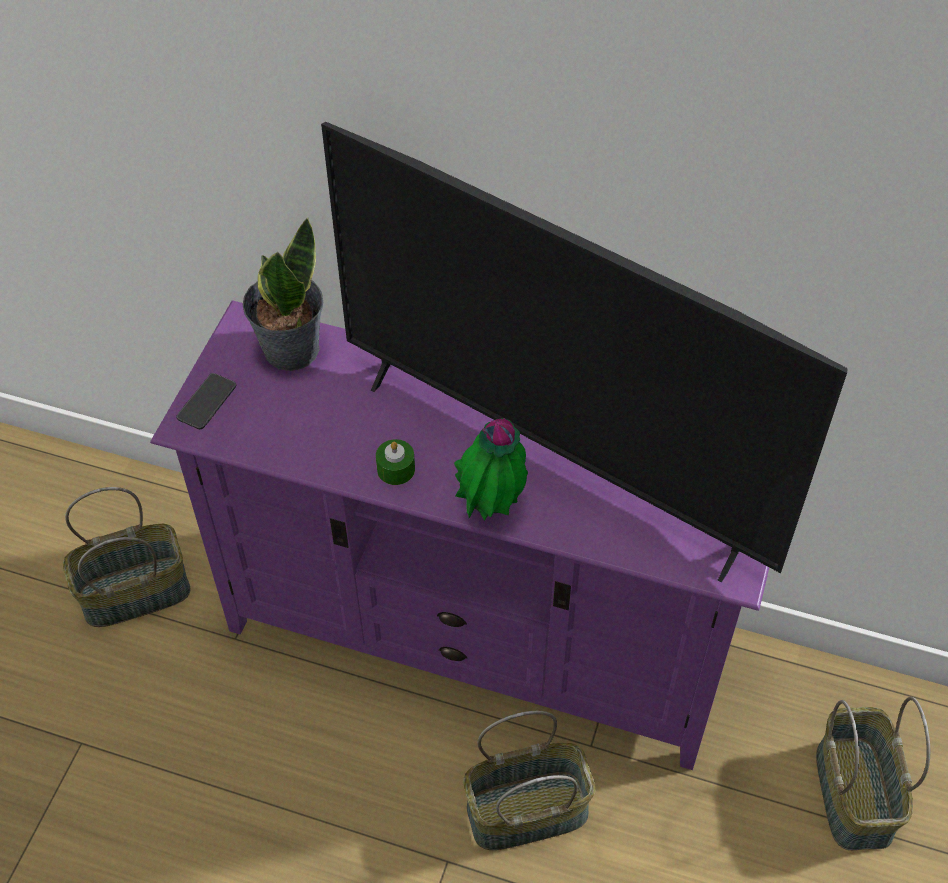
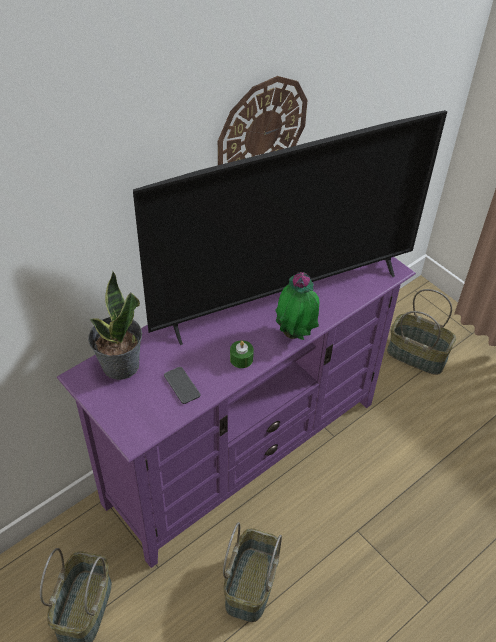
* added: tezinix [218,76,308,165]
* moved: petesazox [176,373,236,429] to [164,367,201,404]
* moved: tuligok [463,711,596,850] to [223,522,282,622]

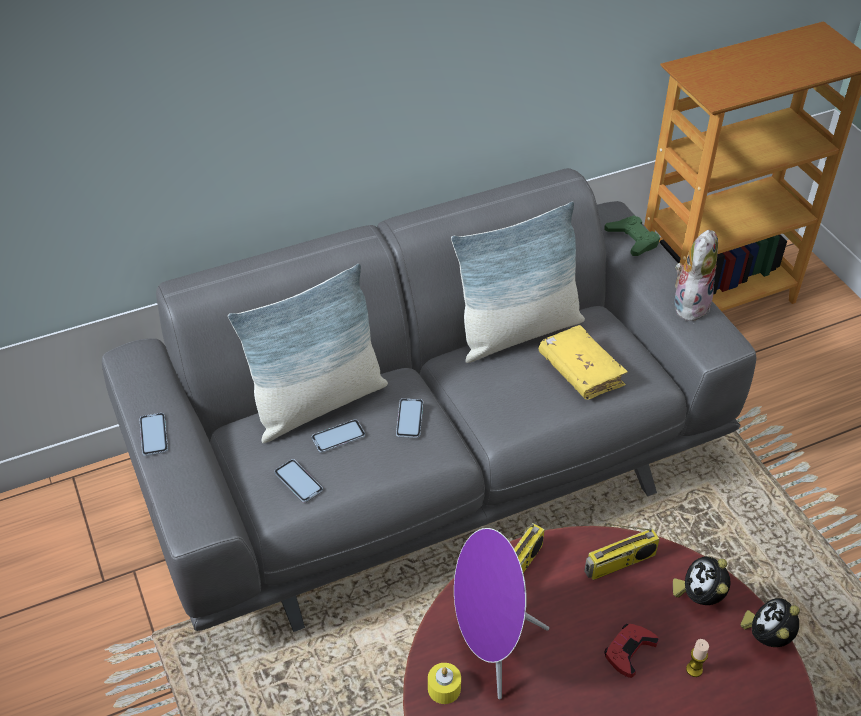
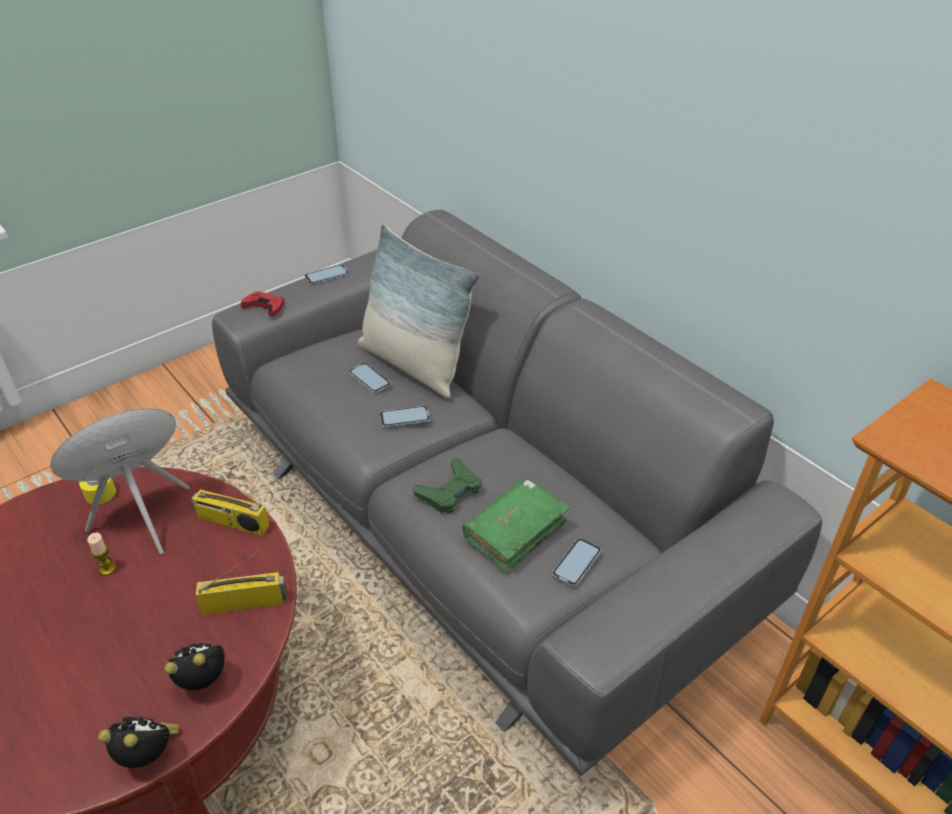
* removed: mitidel [451,201,585,363]
* removed: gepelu [675,230,718,321]
* moved: petesazox [274,459,323,502] to [552,538,602,587]
* moved: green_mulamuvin [604,215,660,256] to [413,457,482,514]
* moved: red_mulamuvin [604,624,659,678] to [240,291,284,316]
* moved: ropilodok [686,639,709,677] to [87,533,116,575]
* recoloured: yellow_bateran [539,325,628,400] to green_bateran [463,477,569,573]
* turned: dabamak [584,523,660,580] = [196,552,287,614] 120 degrees clockwise

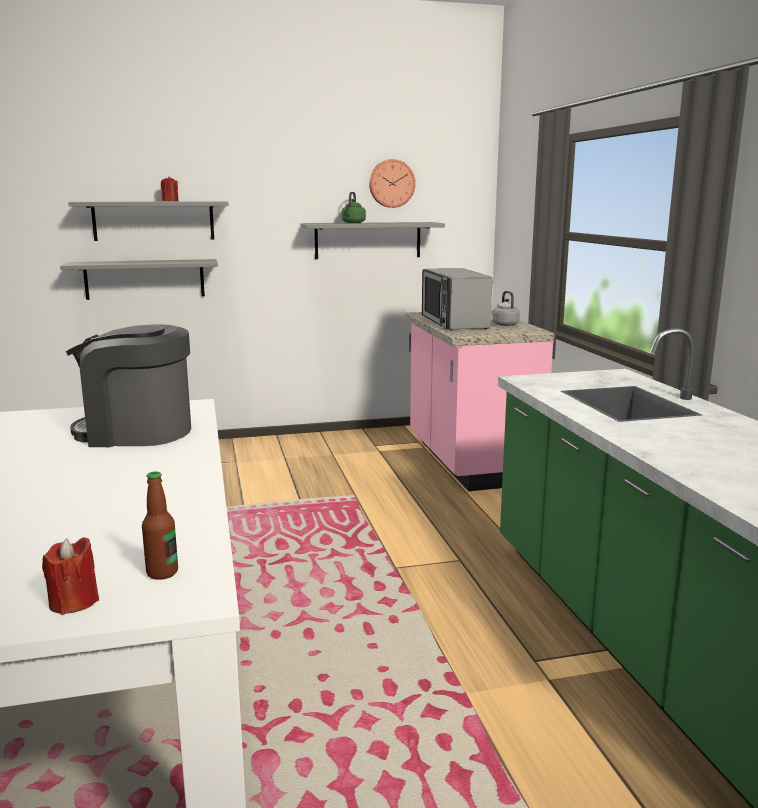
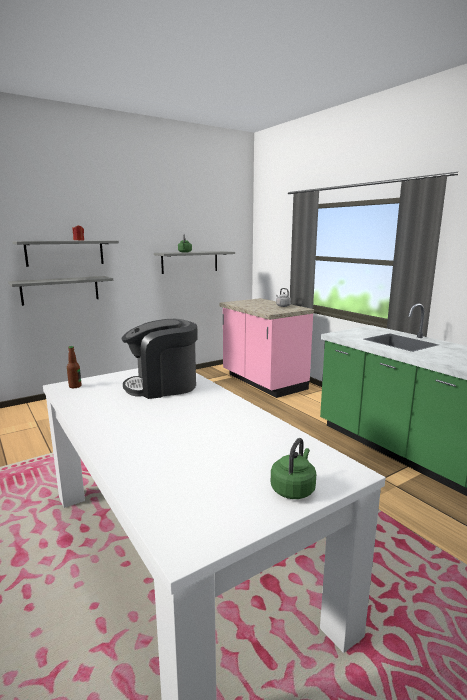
* removed: tezinix [369,159,415,208]
* removed: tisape [422,268,493,330]
* moved: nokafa [142,471,178,580] to [67,346,82,388]
* replaced: red_ropilodok [42,537,99,615] to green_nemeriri [271,438,316,499]

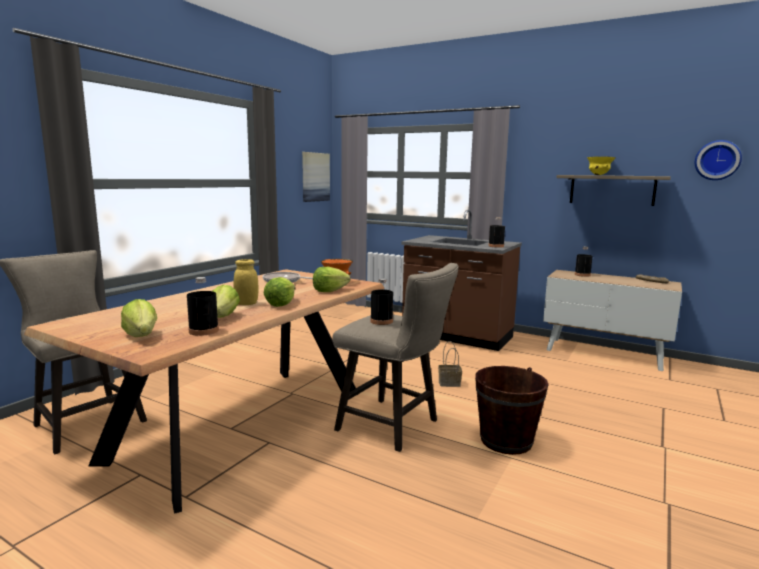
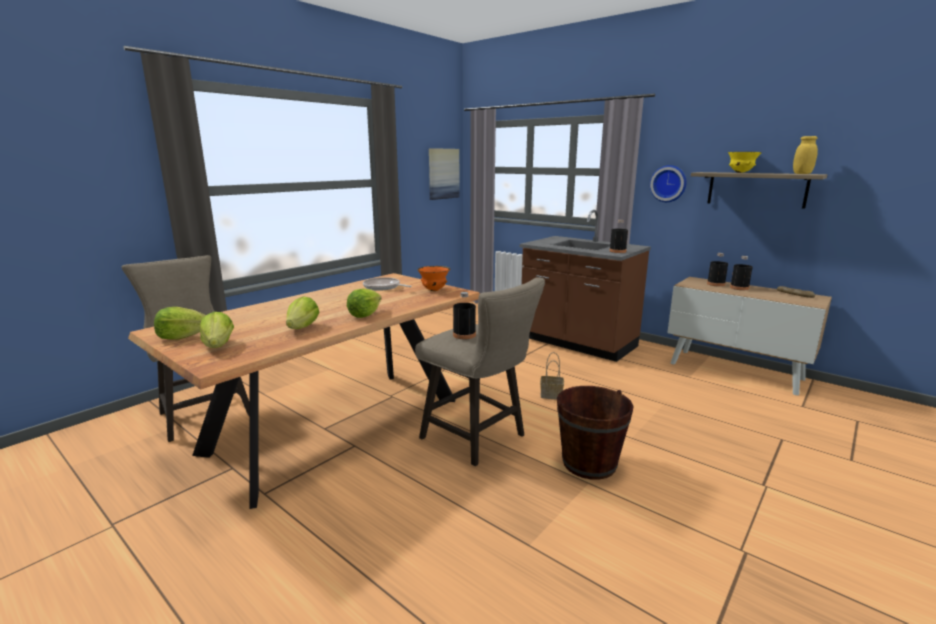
* moved: black_nokafa [187,277,219,336] to [730,256,753,290]
* moved: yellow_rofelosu [233,259,258,305] to [793,136,818,174]
* moved: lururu [313,267,350,292] to [154,307,206,339]
* moved: tezinix [695,140,742,180] to [650,165,687,202]

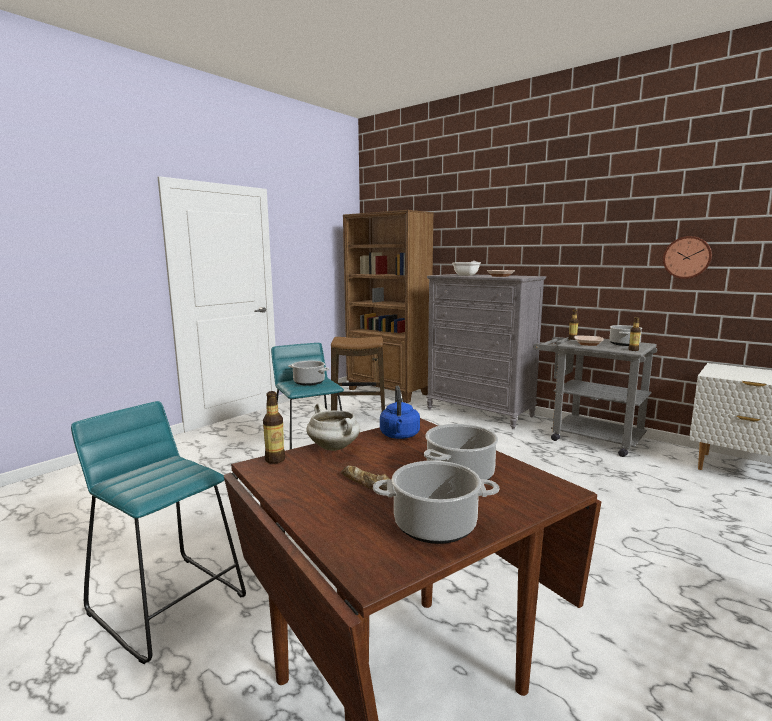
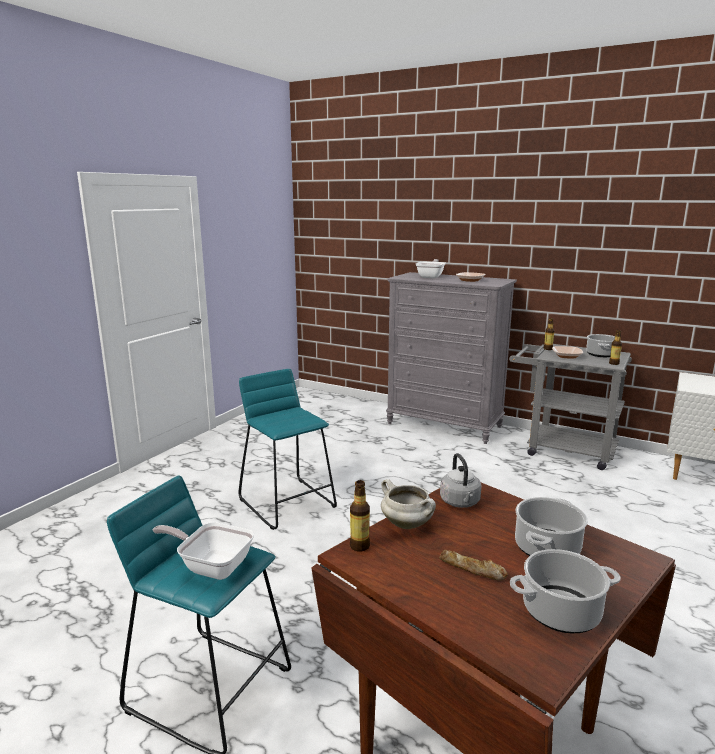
* removed: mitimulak [288,361,329,386]
* removed: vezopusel [331,336,385,411]
* removed: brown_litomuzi [343,210,434,403]
* removed: tezinix [663,236,712,279]
* added: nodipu [153,522,254,580]
* recoloured: blue_nemeriri [380,386,420,439] to grey_nemeriri [440,453,482,508]

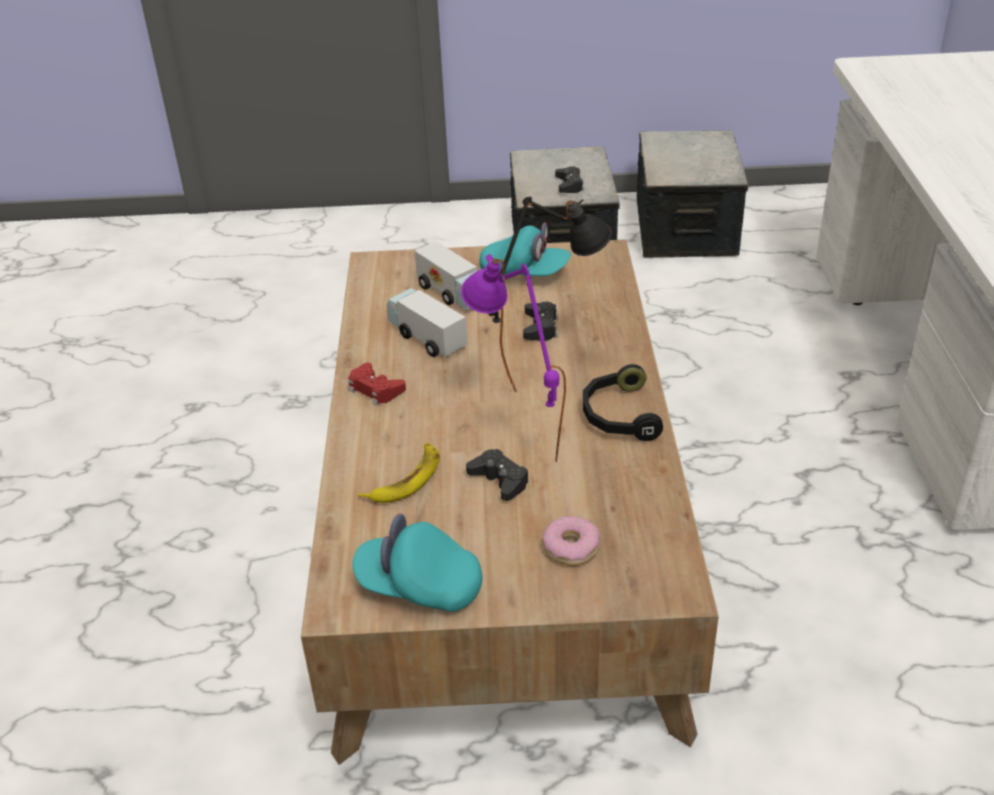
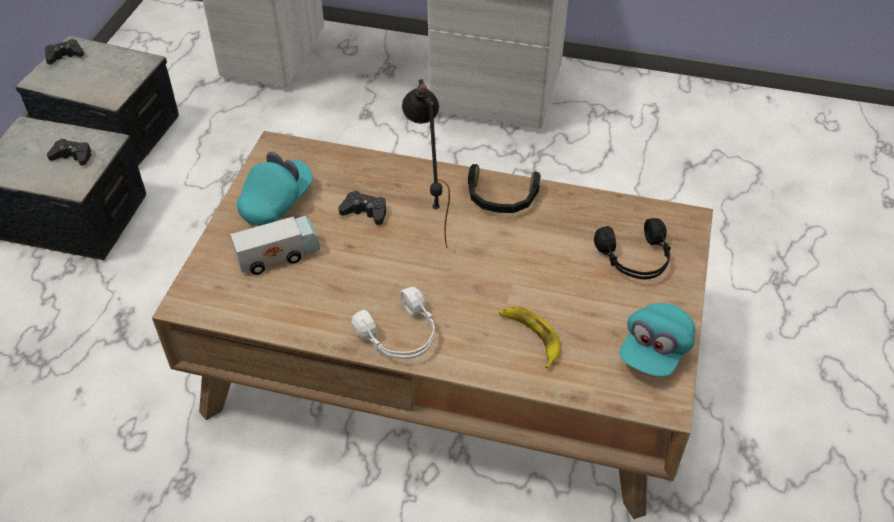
* removed: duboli [387,288,467,357]
* removed: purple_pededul [461,254,566,462]
* moved: black_mulamuvin [466,449,529,501] to [45,39,84,65]
* replaced: red_mulamuvin [348,363,406,405] to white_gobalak [351,287,435,359]
* replaced: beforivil [543,516,600,566] to black_gobalak [594,218,671,280]

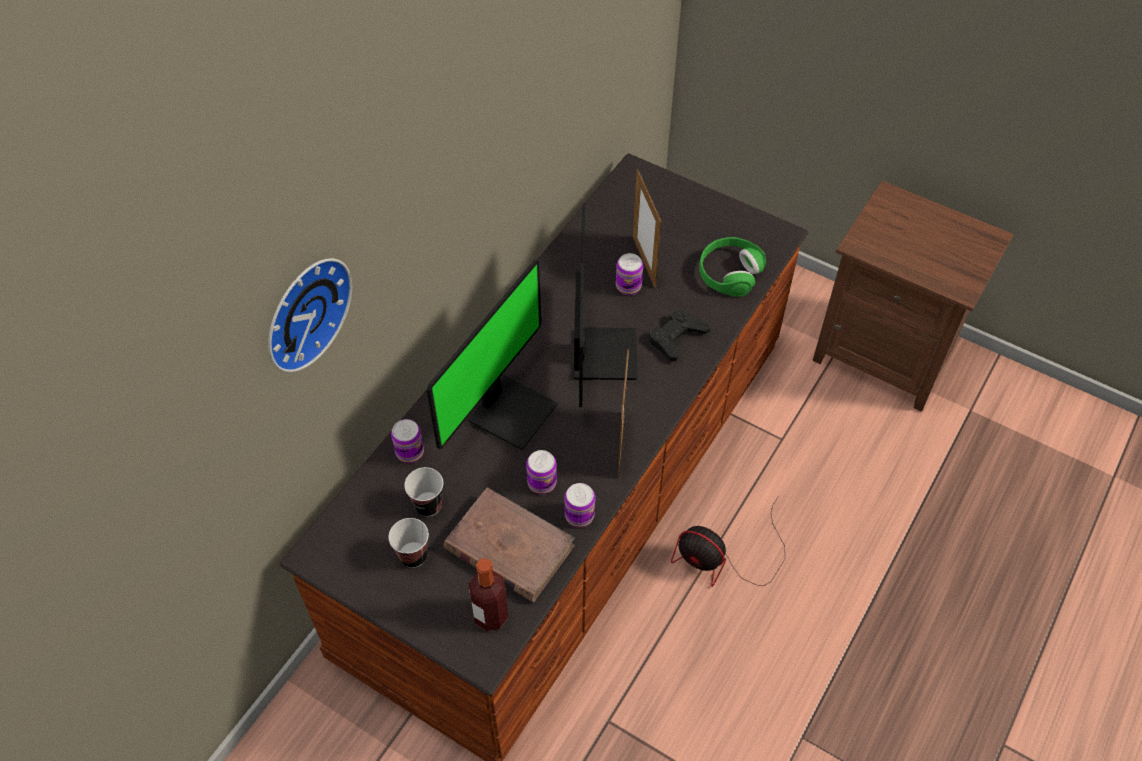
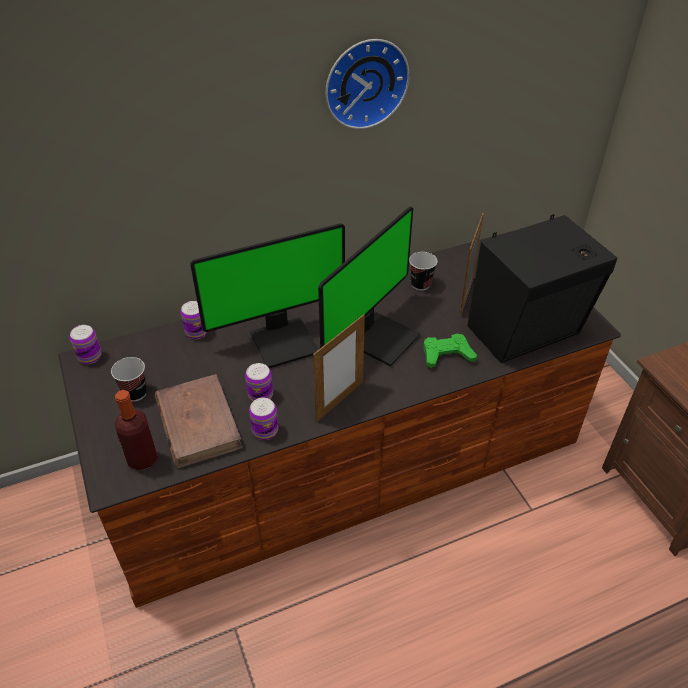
* removed: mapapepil [671,496,785,587]
* moved: tezinix [268,258,352,372] to [325,39,410,129]
* moved: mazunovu [404,467,443,517] to [409,252,438,291]
* moved: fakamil [616,253,643,295] to [70,325,101,364]
* replaced: green_gobalak [699,237,766,297] to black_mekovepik [467,214,617,363]
* recoloured: black_mulamuvin [649,309,710,361] to green_mulamuvin [423,334,477,368]

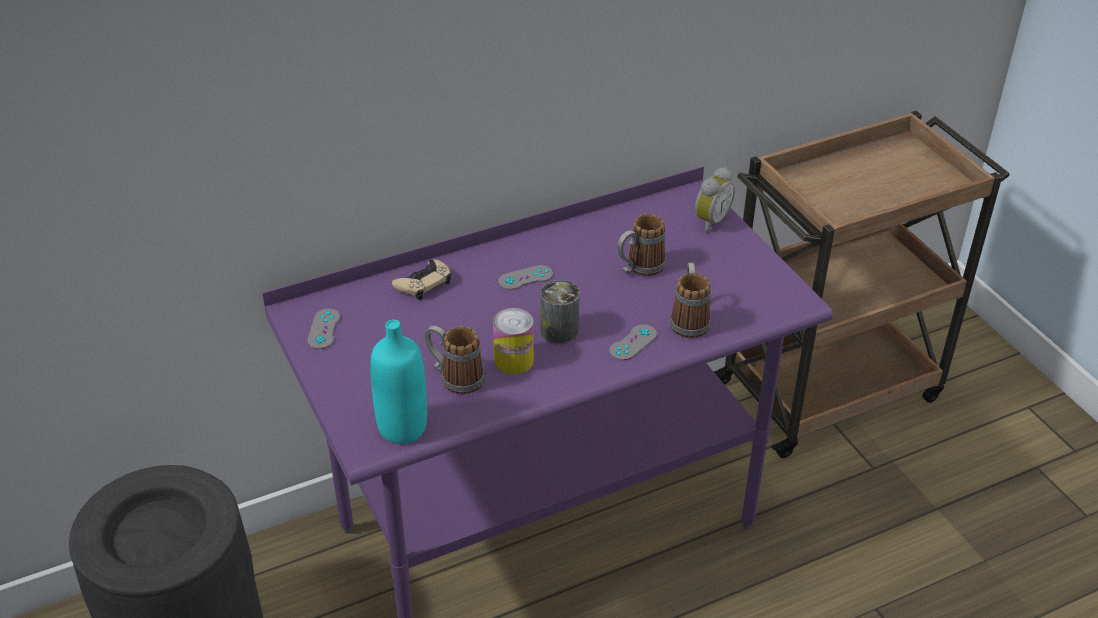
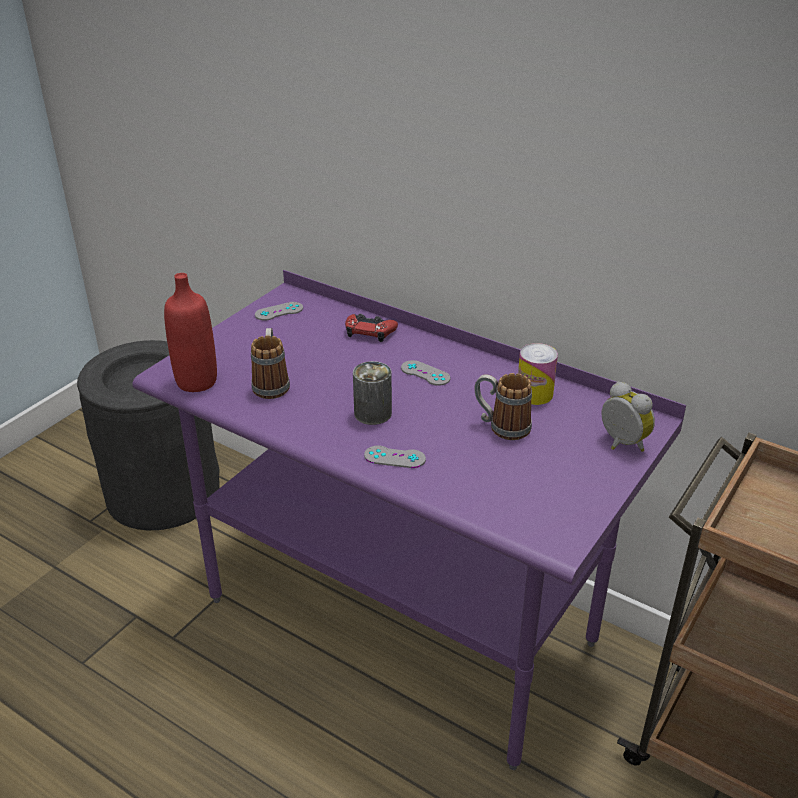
* removed: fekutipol [670,263,711,338]
* moved: fakamil [493,308,534,374] to [518,343,558,405]
* recoloured: turquoise_nokafa [370,320,427,444] to red_nokafa [164,273,217,392]
* recoloured: beige_mulamuvin [392,259,451,300] to red_mulamuvin [345,314,398,342]
* turned: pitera [695,167,735,233] = [601,381,655,452] 135 degrees counterclockwise

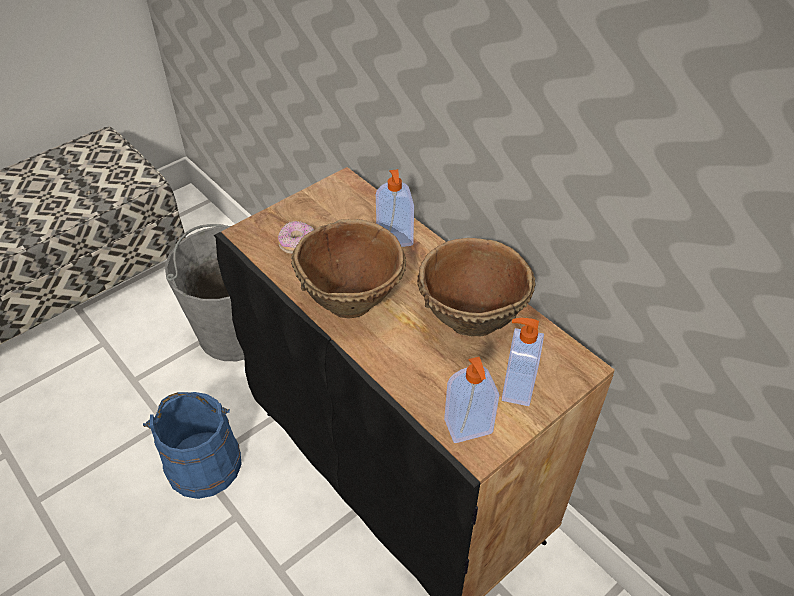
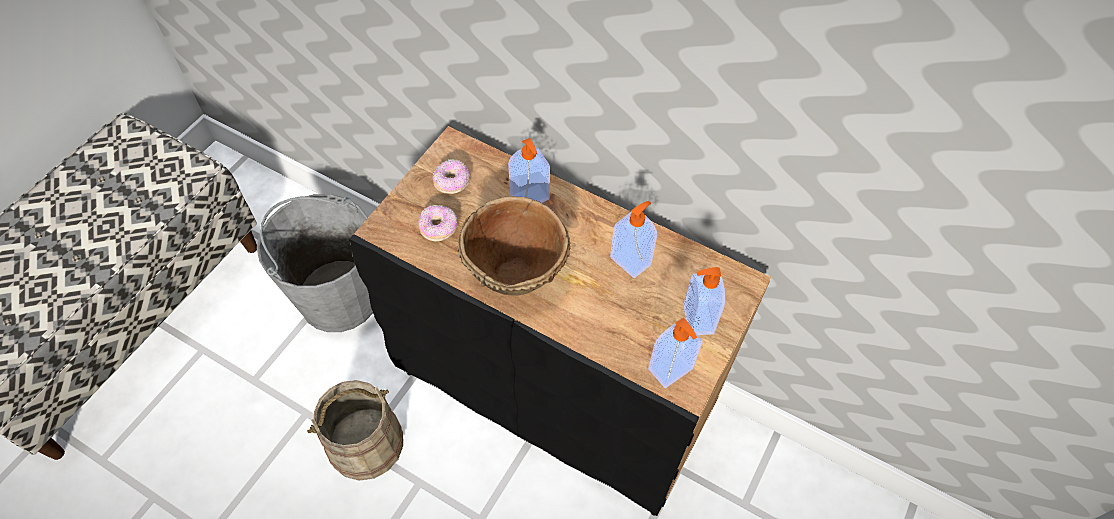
* added: beforivil [433,159,470,194]
* replaced: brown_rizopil [417,238,536,336] to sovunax [610,201,657,278]
* recoloured: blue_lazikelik [143,392,242,499] to beige_lazikelik [307,380,403,481]

